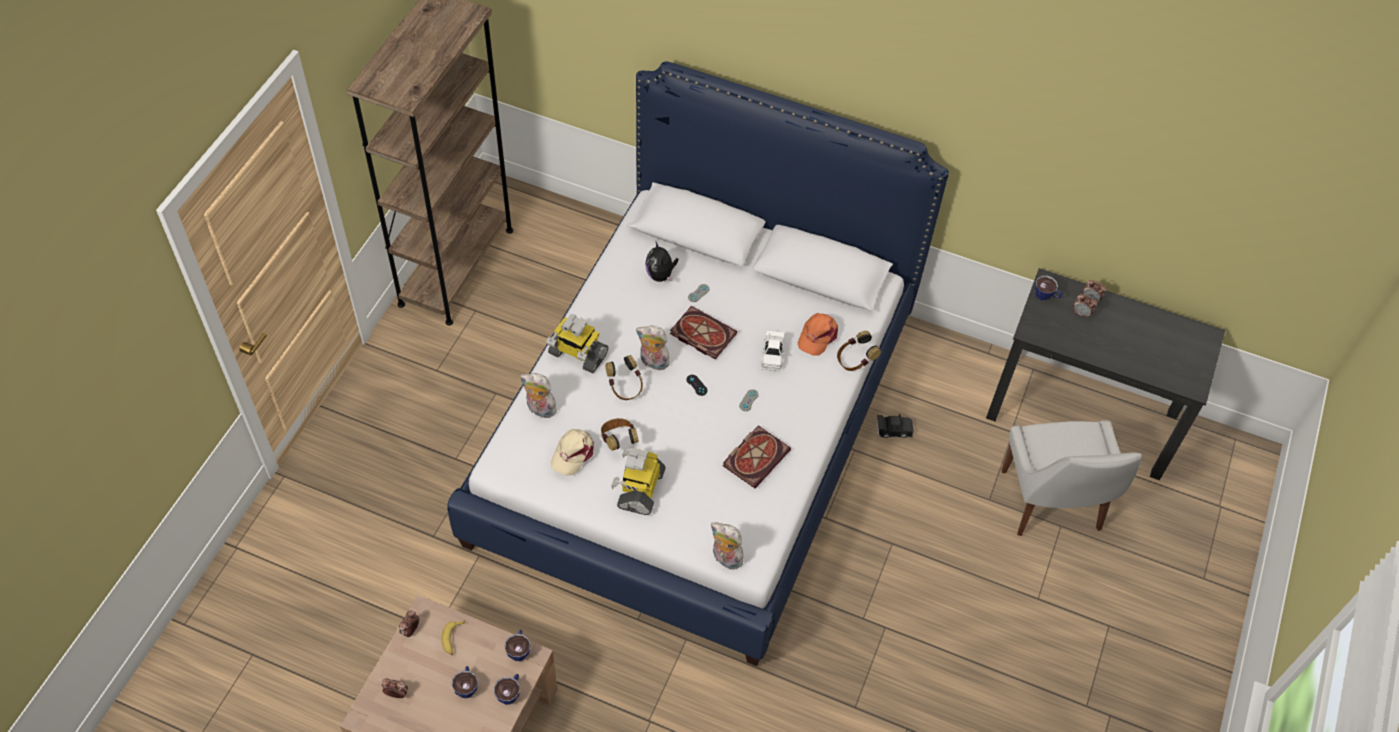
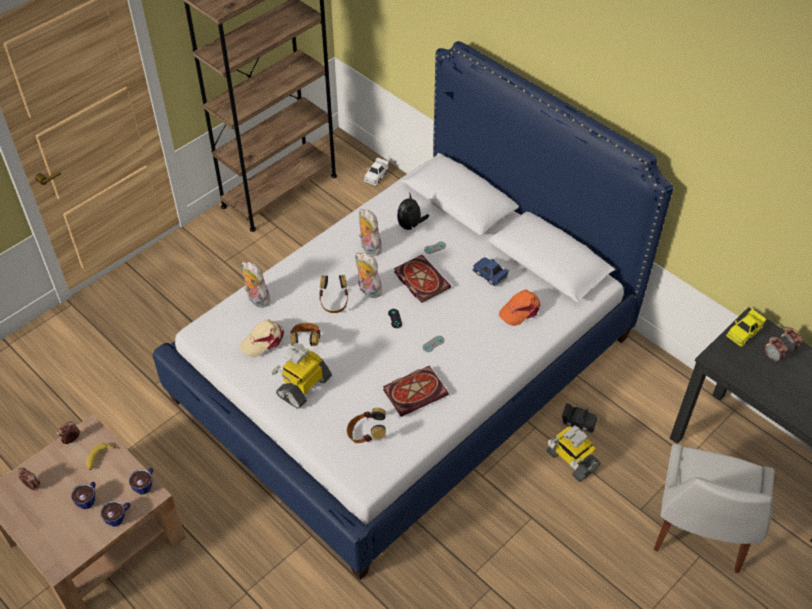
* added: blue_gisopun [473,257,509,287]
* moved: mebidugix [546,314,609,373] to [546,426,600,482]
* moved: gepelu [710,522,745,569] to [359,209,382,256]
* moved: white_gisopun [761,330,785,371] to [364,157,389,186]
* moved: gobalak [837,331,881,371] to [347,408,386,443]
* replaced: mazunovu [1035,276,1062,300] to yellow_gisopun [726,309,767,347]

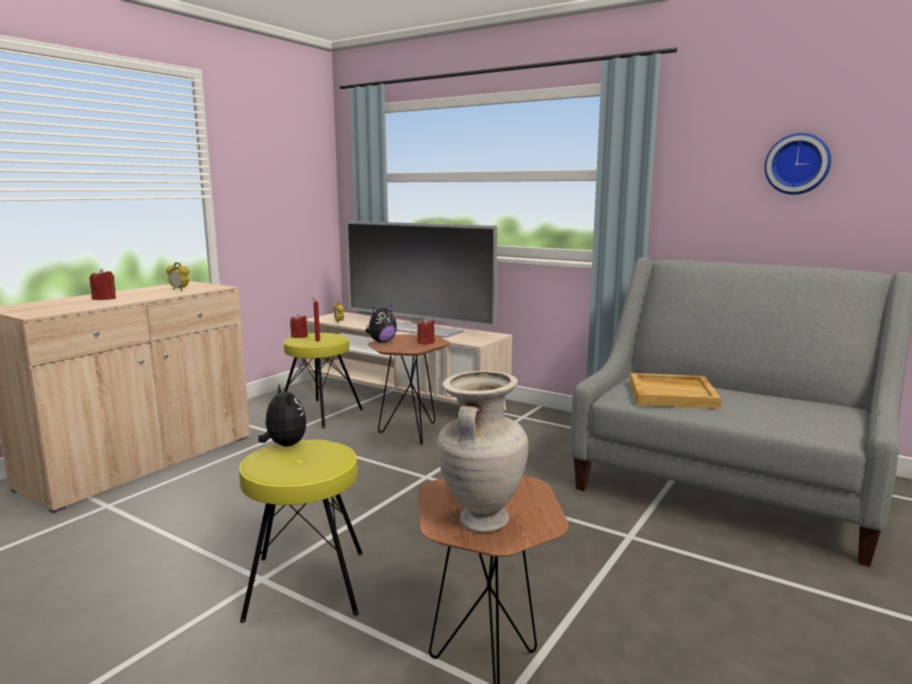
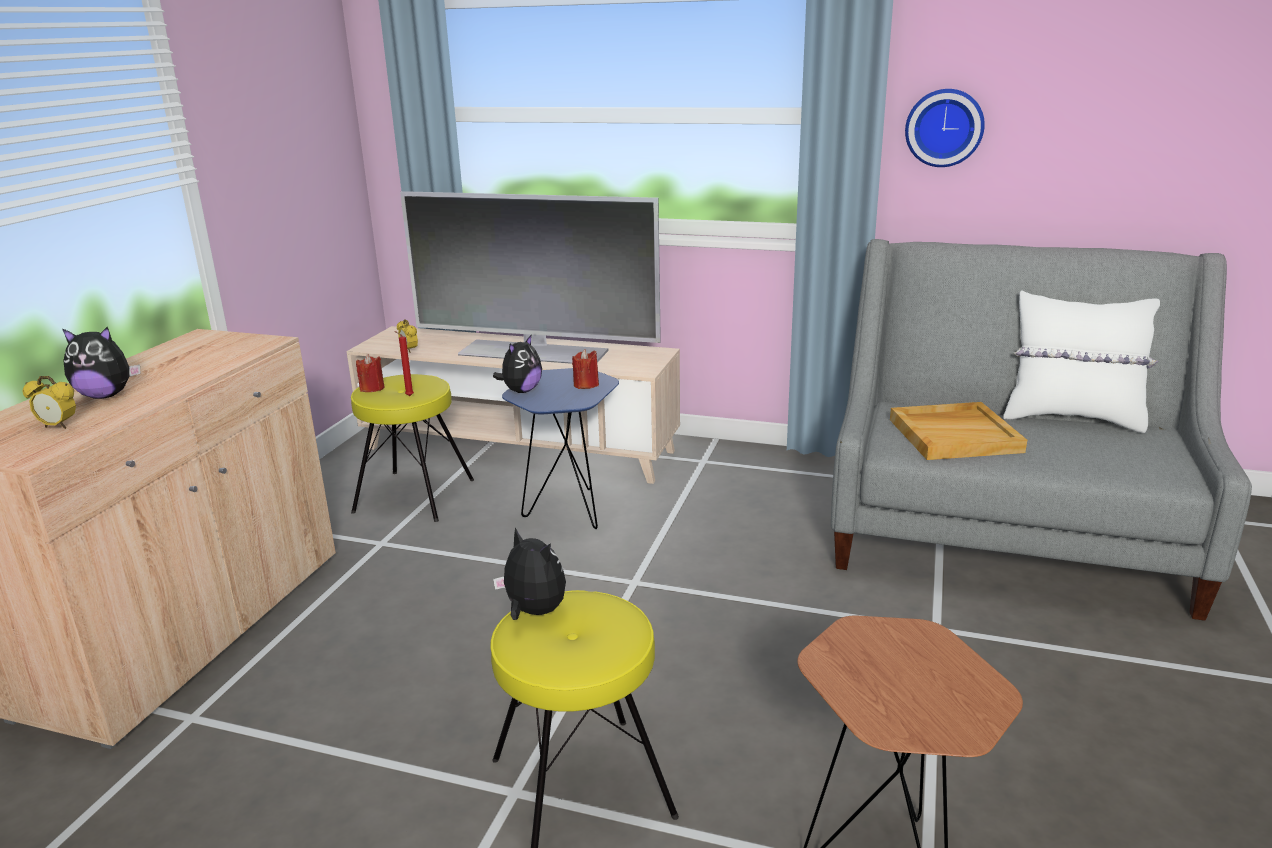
* removed: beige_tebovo [437,371,528,533]
* added: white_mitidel [1003,291,1160,433]
* moved: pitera [166,262,189,291] to [23,376,76,429]
* moved: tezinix [764,133,831,195] to [905,89,985,167]
* replaced: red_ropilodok [89,269,116,300] to gepelu [62,327,141,399]
* recoloured: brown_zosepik [367,334,450,445] to blue_zosepik [502,368,619,529]

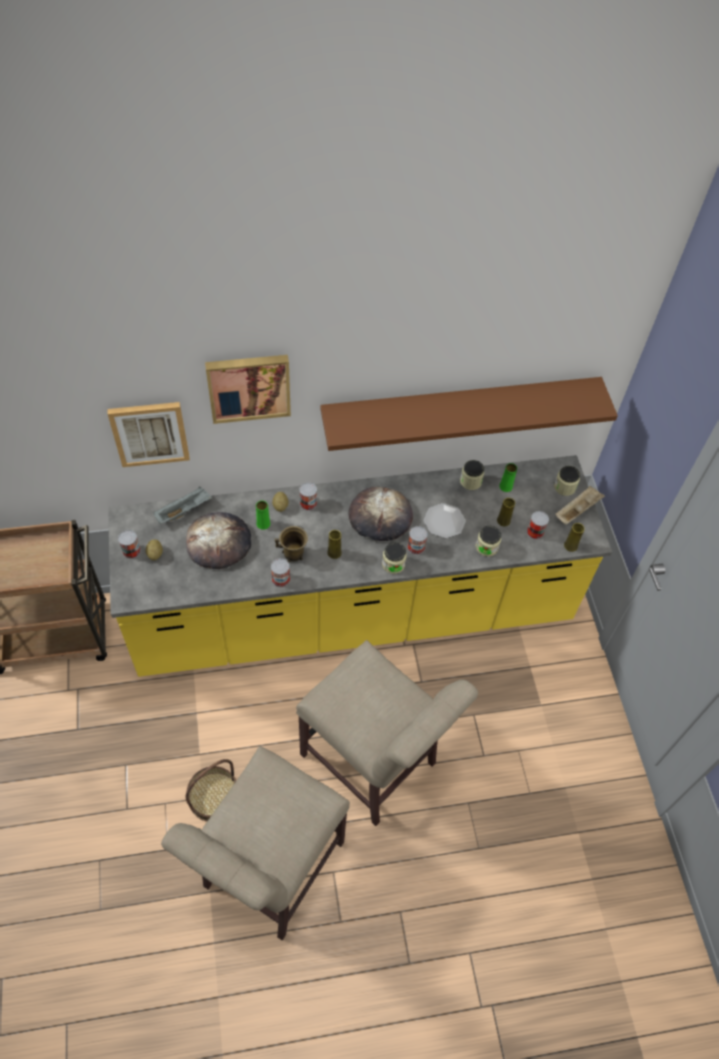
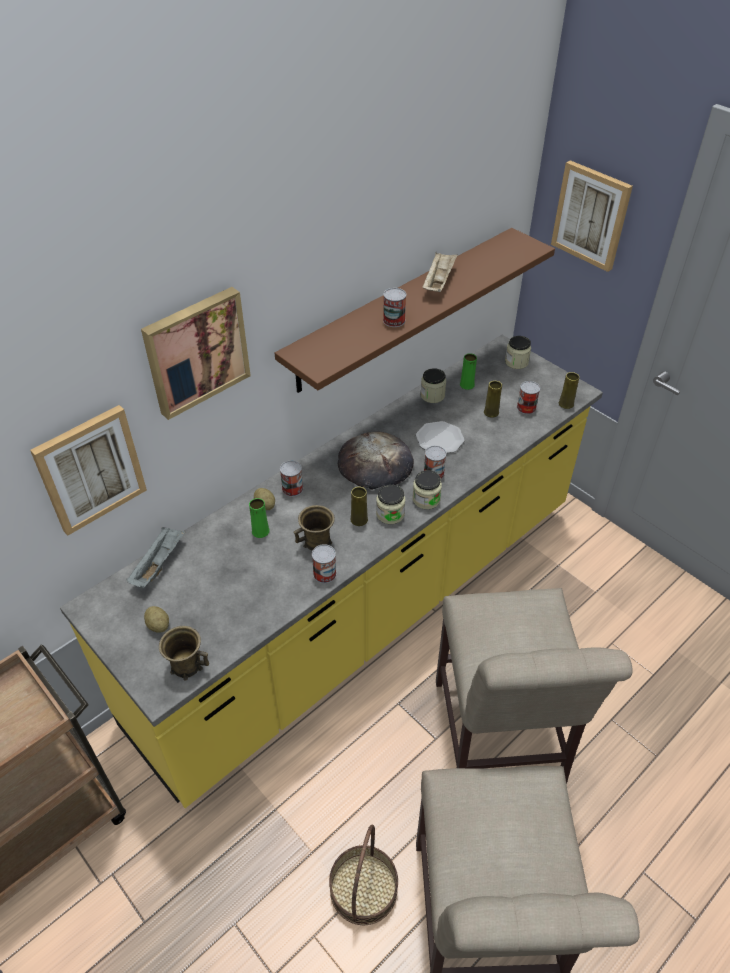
* removed: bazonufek [186,512,252,569]
* added: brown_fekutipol [159,626,209,681]
* added: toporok [551,160,633,272]
* moved: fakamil [118,530,141,559] to [383,288,406,327]
* moved: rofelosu [476,526,501,557] to [376,485,405,524]
* moved: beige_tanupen [556,486,605,525] to [423,252,458,292]
* turned: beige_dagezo [296,640,478,826] = [436,588,633,784] 75 degrees clockwise

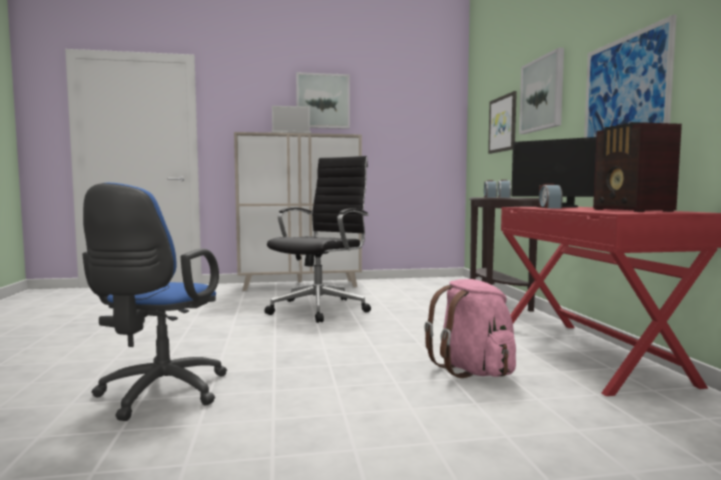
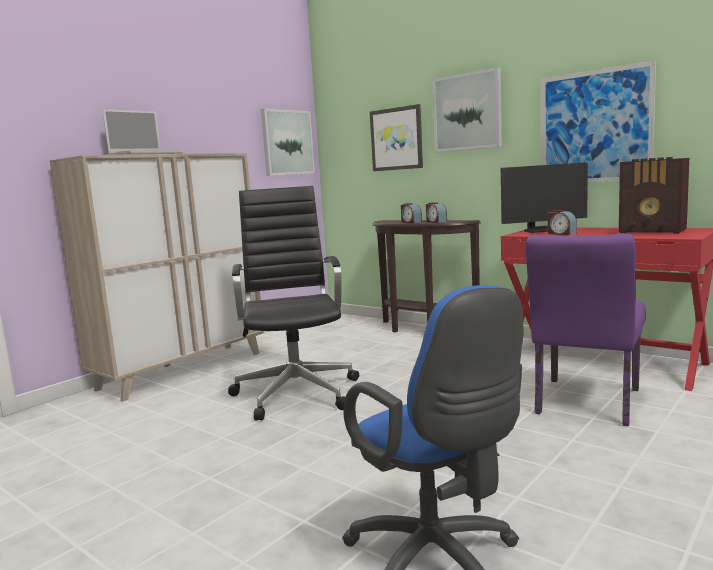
* moved: toporok [296,72,350,129] to [261,108,315,176]
* replaced: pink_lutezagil [424,279,516,378] to purple_dagezo [525,234,646,426]

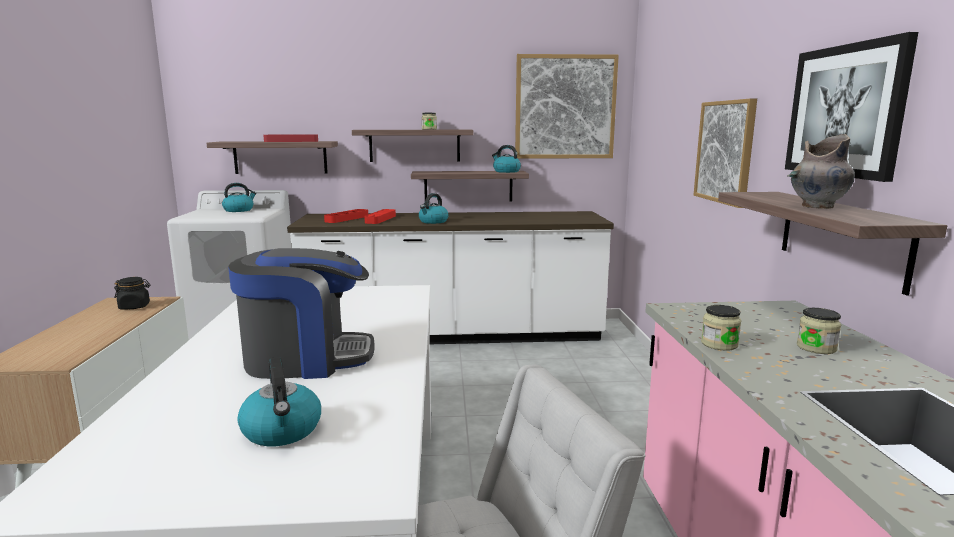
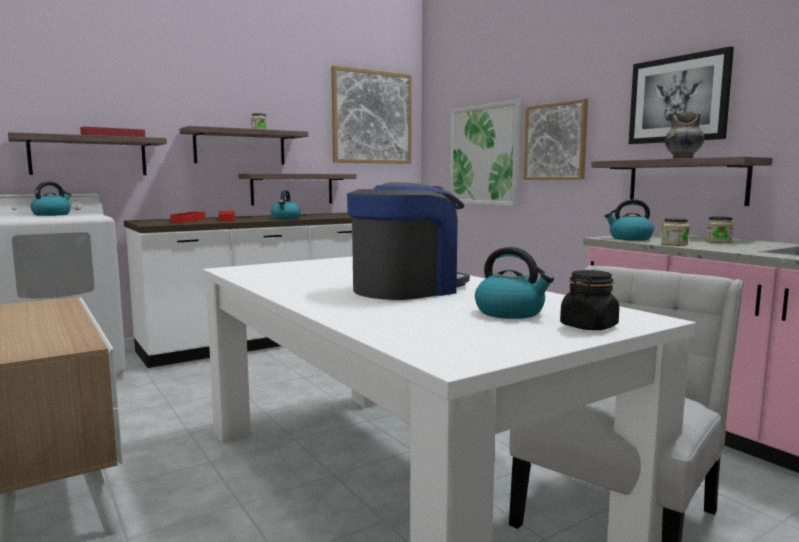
* added: toporok [450,99,521,206]
* moved: black_rofelosu [114,277,151,309] to [560,270,619,330]
* moved: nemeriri [492,145,521,173] to [605,199,654,240]

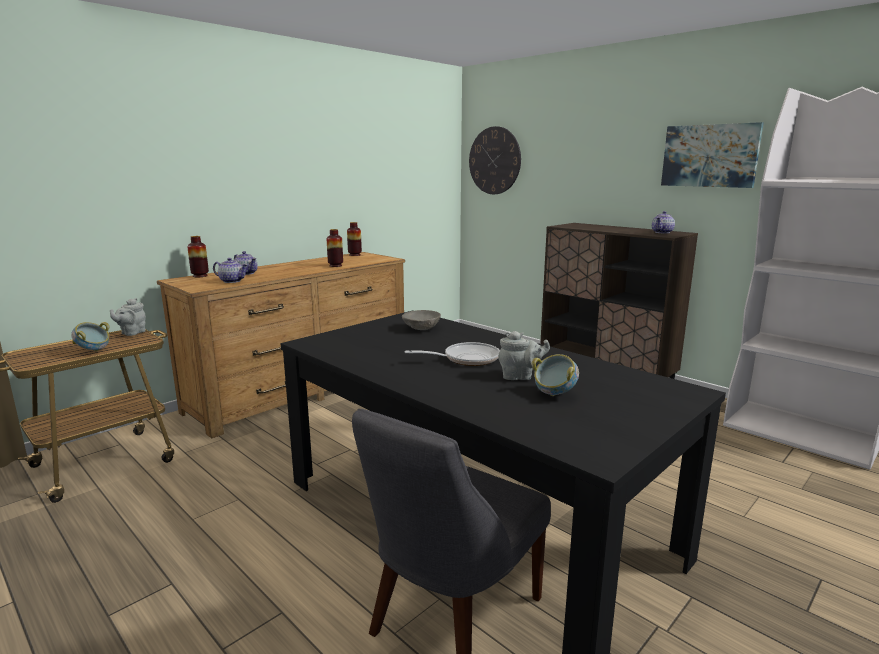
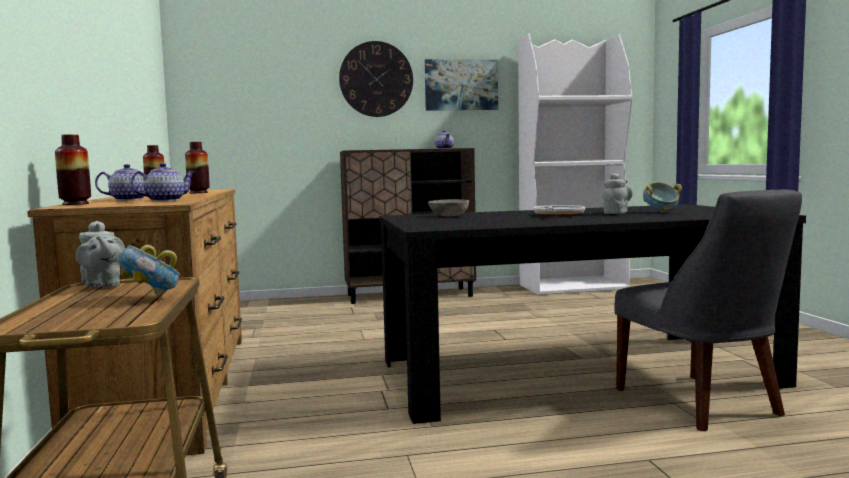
* moved: tezinix [469,126,521,194] to [339,41,413,117]

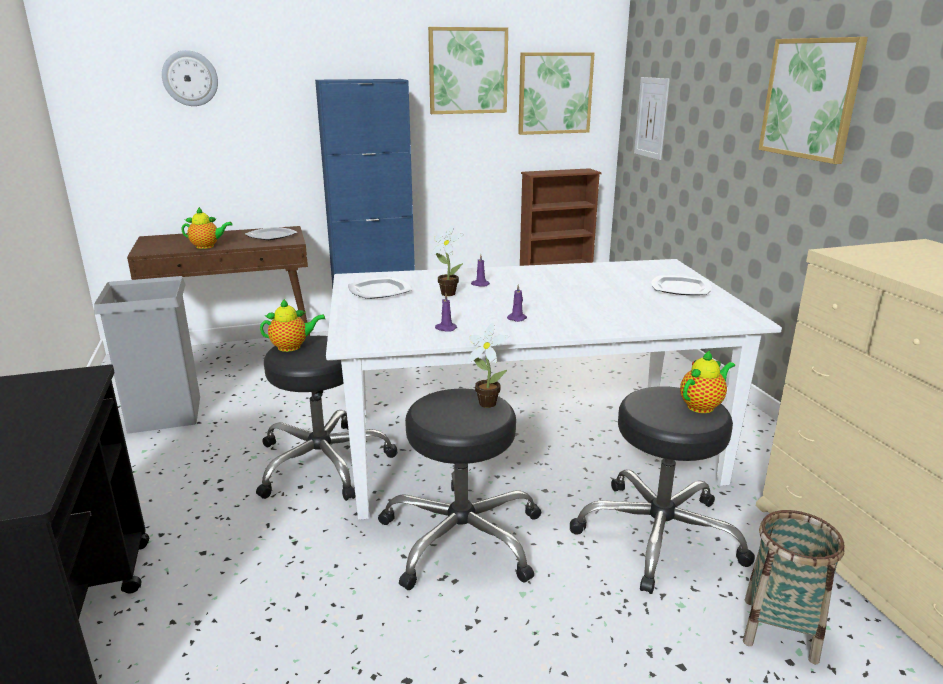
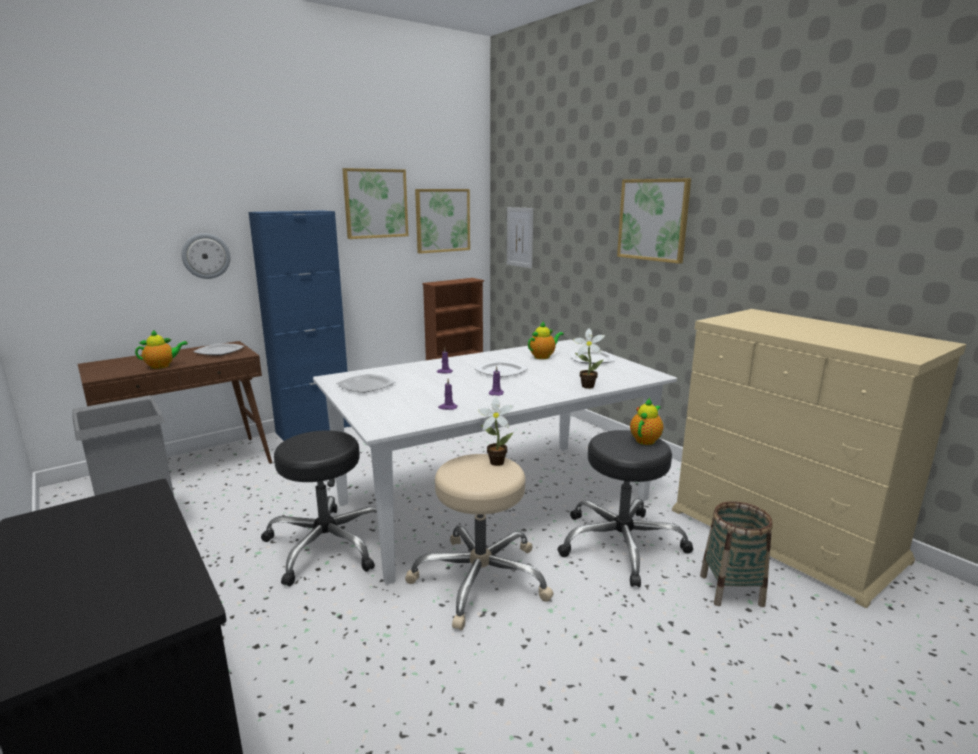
* added: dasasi [474,361,528,377]
* moved: tezinix [162,50,218,106] to [181,233,231,279]
* moved: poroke [260,299,325,352] to [528,321,564,359]
* moved: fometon [431,225,464,296] to [573,328,605,389]
* recoloured: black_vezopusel [378,389,542,590] to beige_vezopusel [405,454,553,631]

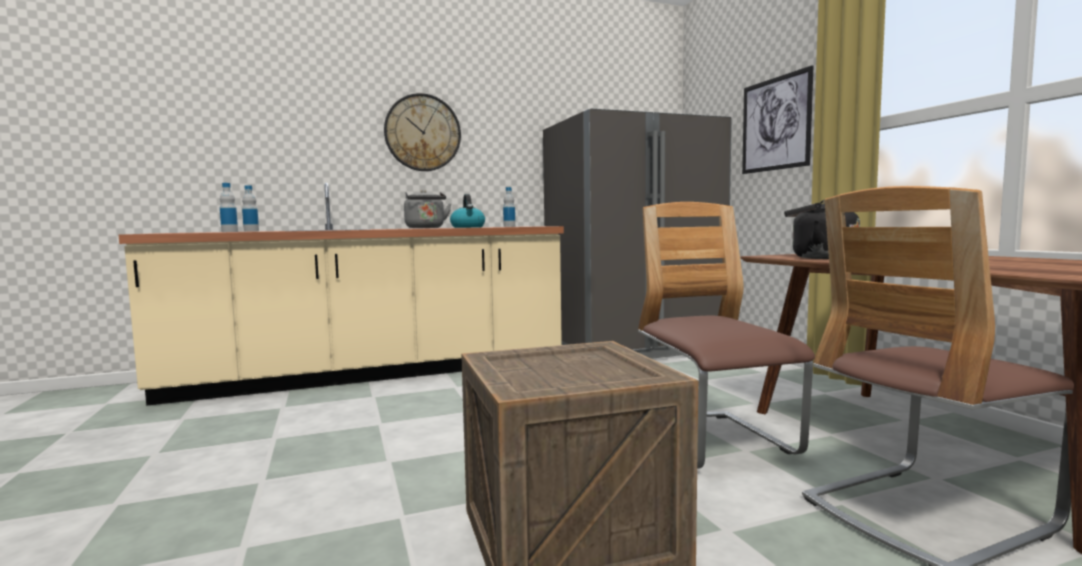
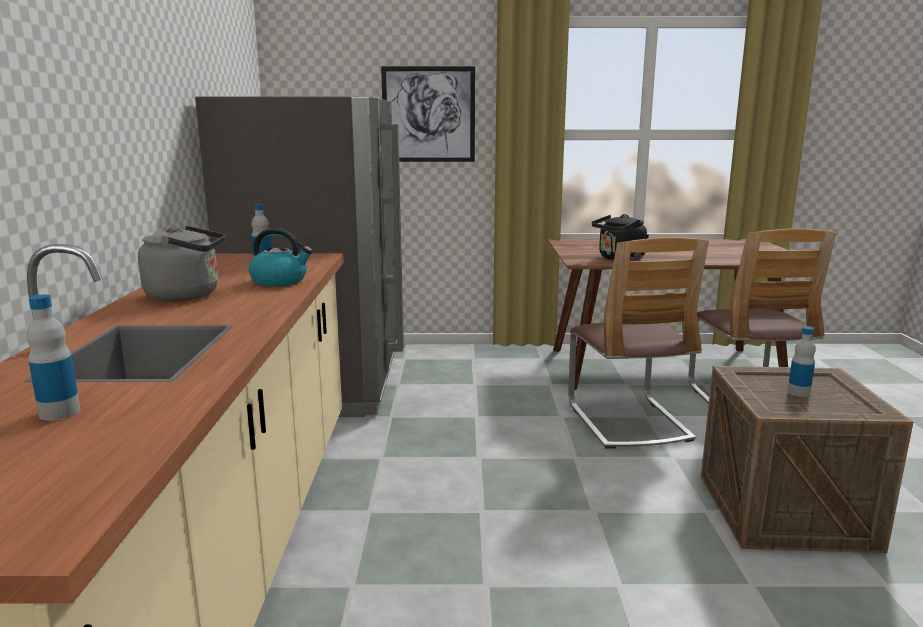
* removed: tezinix [384,93,461,171]
* moved: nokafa [220,183,238,232] to [788,326,816,397]
* turned: dagezo [638,202,815,469] = [568,237,709,449] 105 degrees counterclockwise

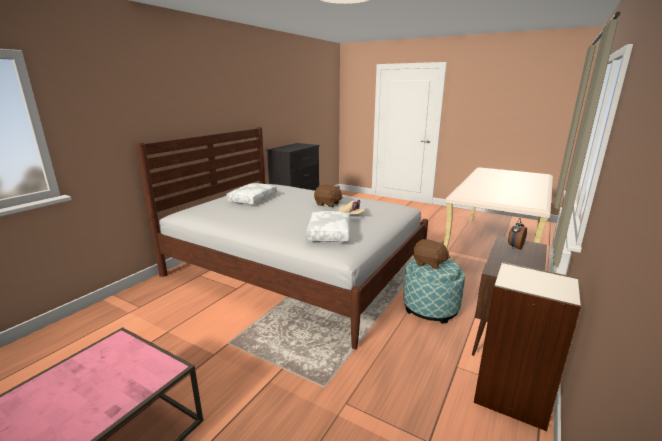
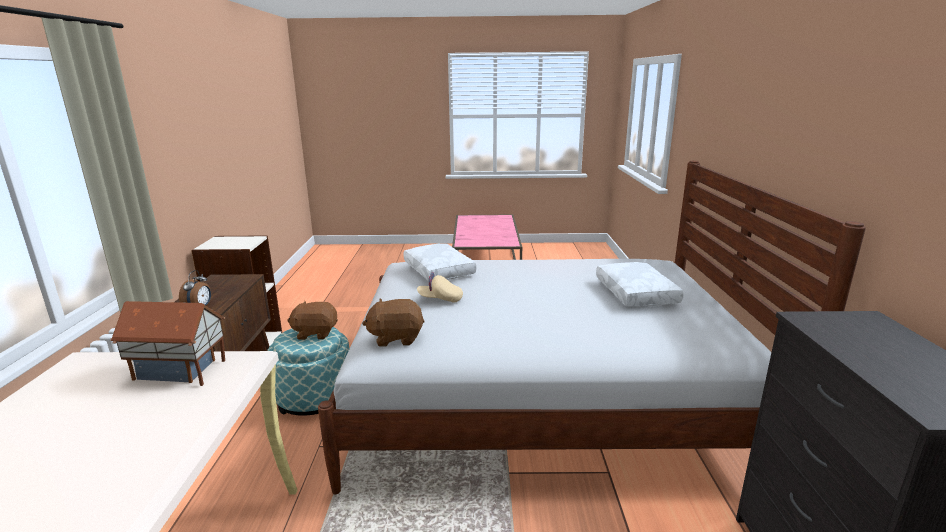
* added: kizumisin [110,301,225,386]
* moved: brown_gepelu [314,184,343,207] to [362,299,425,347]

